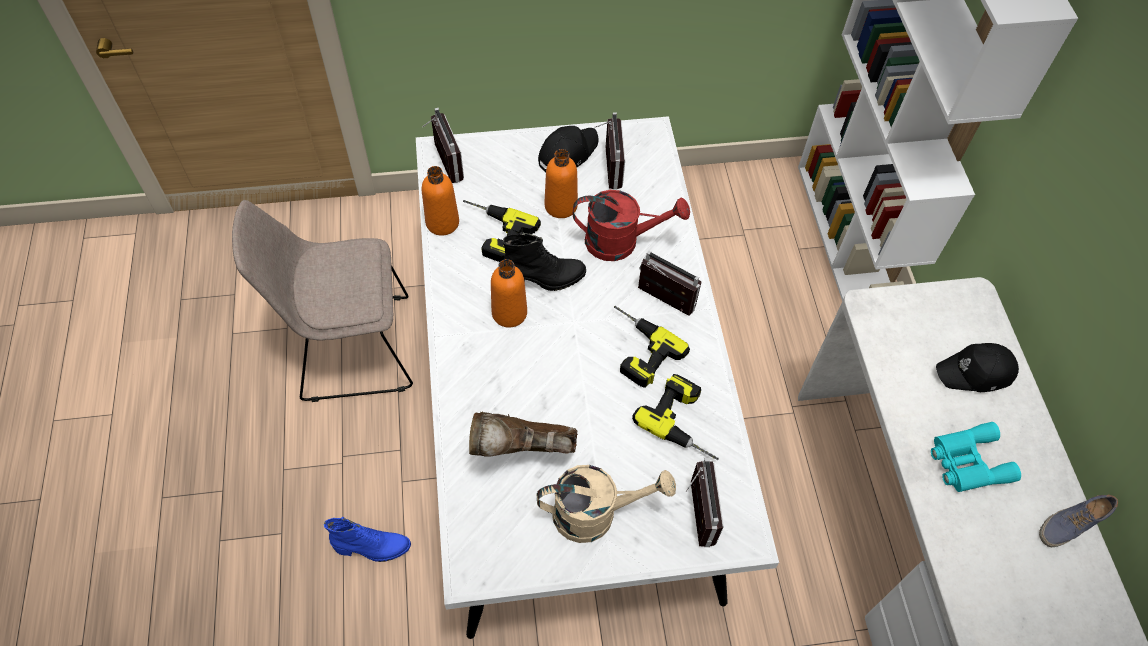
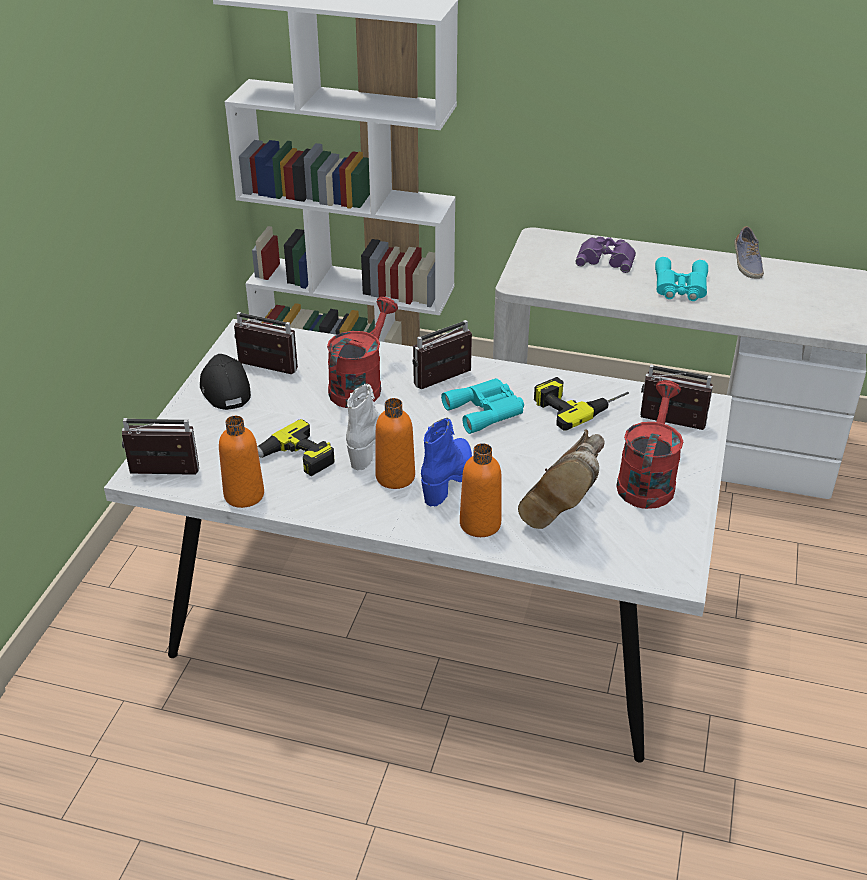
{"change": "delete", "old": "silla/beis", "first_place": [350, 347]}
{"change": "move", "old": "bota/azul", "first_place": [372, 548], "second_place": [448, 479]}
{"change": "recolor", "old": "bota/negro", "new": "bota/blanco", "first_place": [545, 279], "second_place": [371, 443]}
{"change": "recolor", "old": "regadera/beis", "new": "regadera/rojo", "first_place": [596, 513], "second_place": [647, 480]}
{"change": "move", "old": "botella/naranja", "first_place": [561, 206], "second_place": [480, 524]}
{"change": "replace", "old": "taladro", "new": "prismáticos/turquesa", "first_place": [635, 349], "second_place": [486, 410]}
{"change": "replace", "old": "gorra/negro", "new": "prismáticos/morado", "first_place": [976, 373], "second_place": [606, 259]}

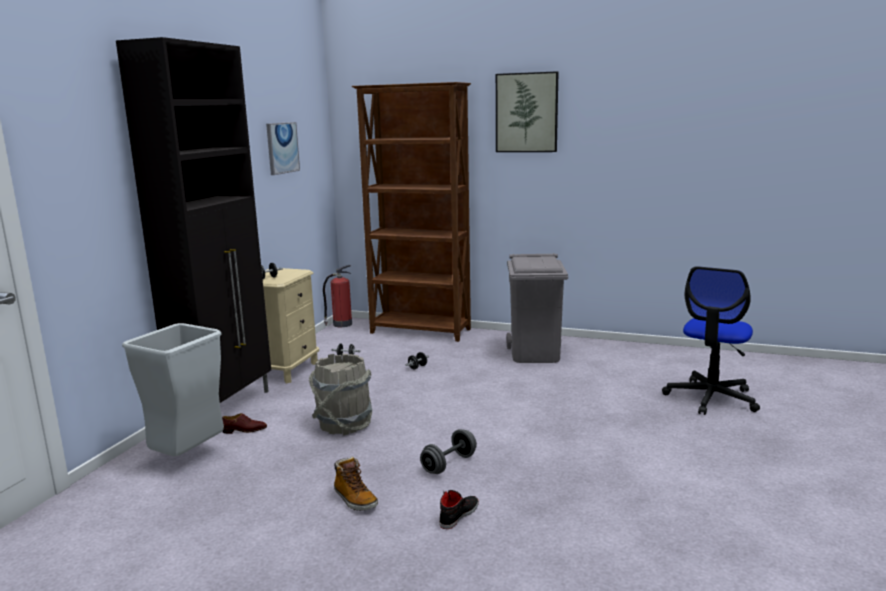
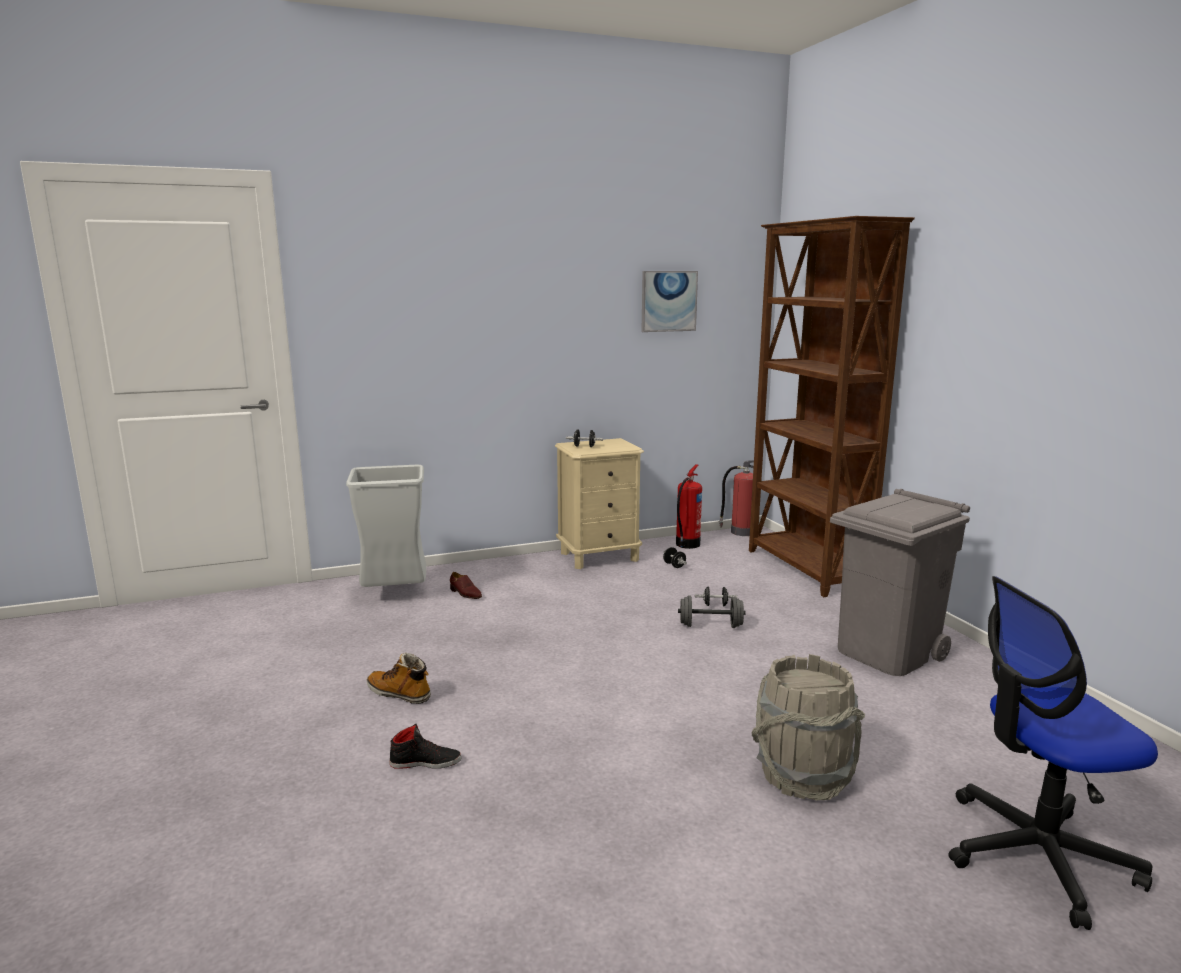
{"change": "delete", "old": "armario/negro", "first_place": [226, 407]}
{"change": "move", "old": "cubo/gris", "first_place": [344, 424], "second_place": [803, 775]}
{"change": "rotate", "old": "bota", "first_place": [355, 500], "second_place": [399, 694], "degrees": 105}
{"change": "move", "old": "mancuerna/gris", "first_place": [449, 464], "second_place": [710, 625]}
{"change": "delete", "old": "cuadro", "first_place": [526, 112]}
{"change": "insert", "new": "extintor", "second_place": [686, 545]}

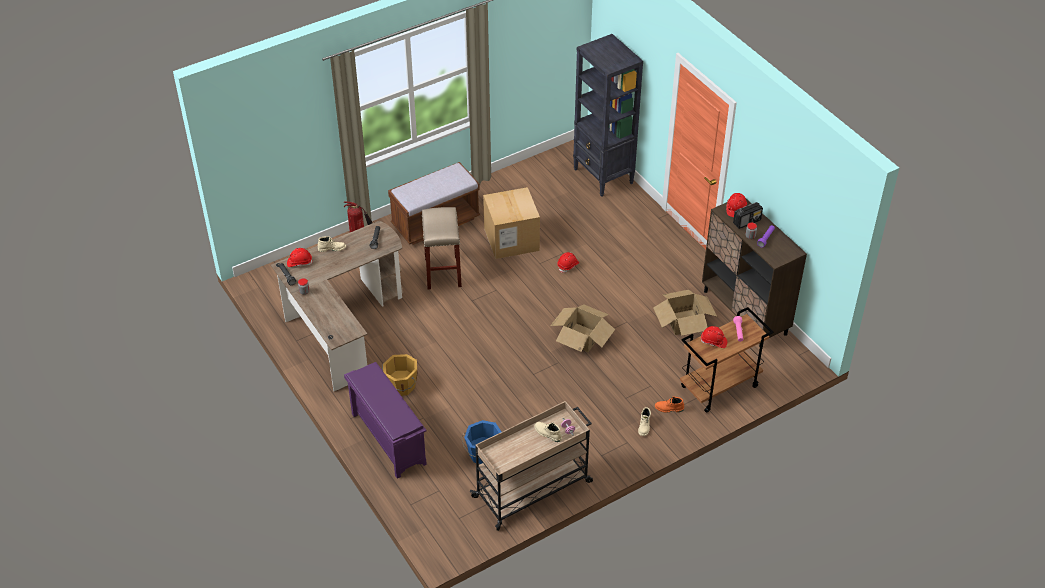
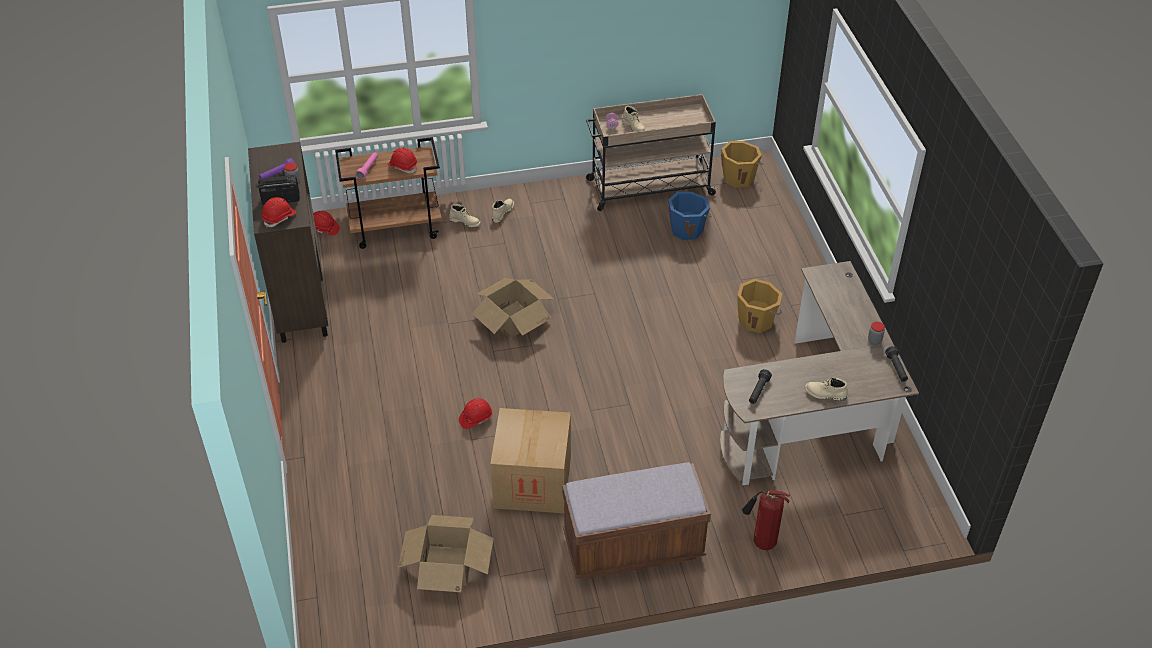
{"change": "move", "old": "casco/rojo", "first_place": [299, 262], "second_place": [324, 229]}
{"change": "delete", "old": "zapatero/morado", "first_place": [387, 438]}
{"change": "delete", "old": "taburete/beis", "first_place": [443, 273]}
{"change": "delete", "old": "estantería/negro", "first_place": [603, 176]}
{"change": "move", "old": "caja de cartón", "first_place": [683, 322], "second_place": [447, 566]}
{"change": "recolor", "old": "bota/naranja", "new": "bota/beis", "first_place": [669, 408], "second_place": [465, 221]}
{"change": "insert", "new": "cubo/naranja", "second_place": [739, 177]}

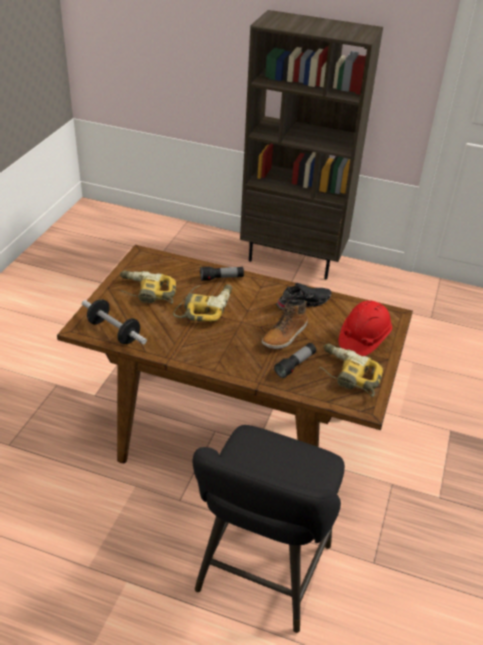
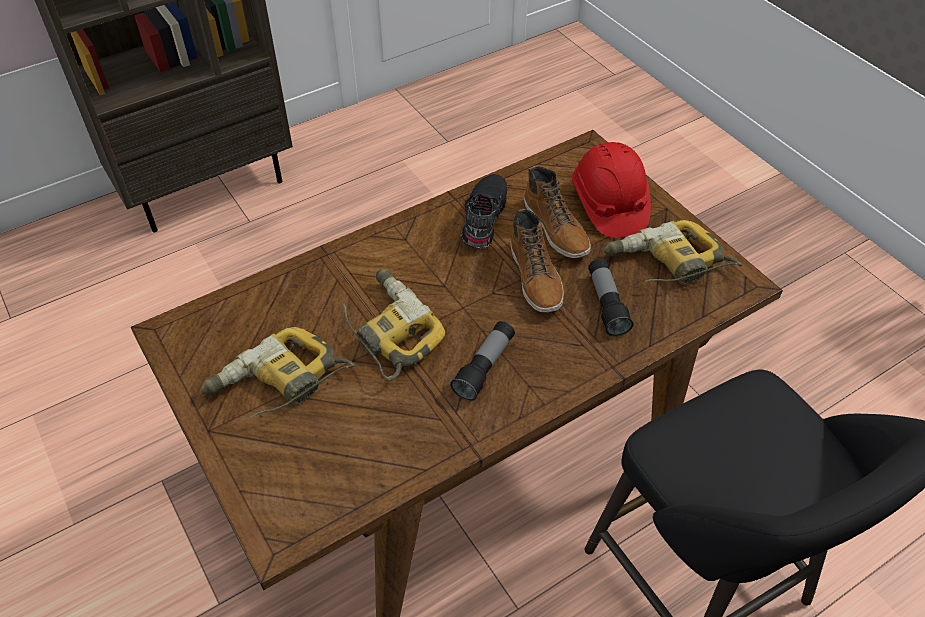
{"change": "delete", "old": "mancuerna", "first_place": [114, 332]}
{"change": "move", "old": "linterna", "first_place": [221, 278], "second_place": [484, 367]}
{"change": "insert", "new": "bota", "second_place": [556, 229]}

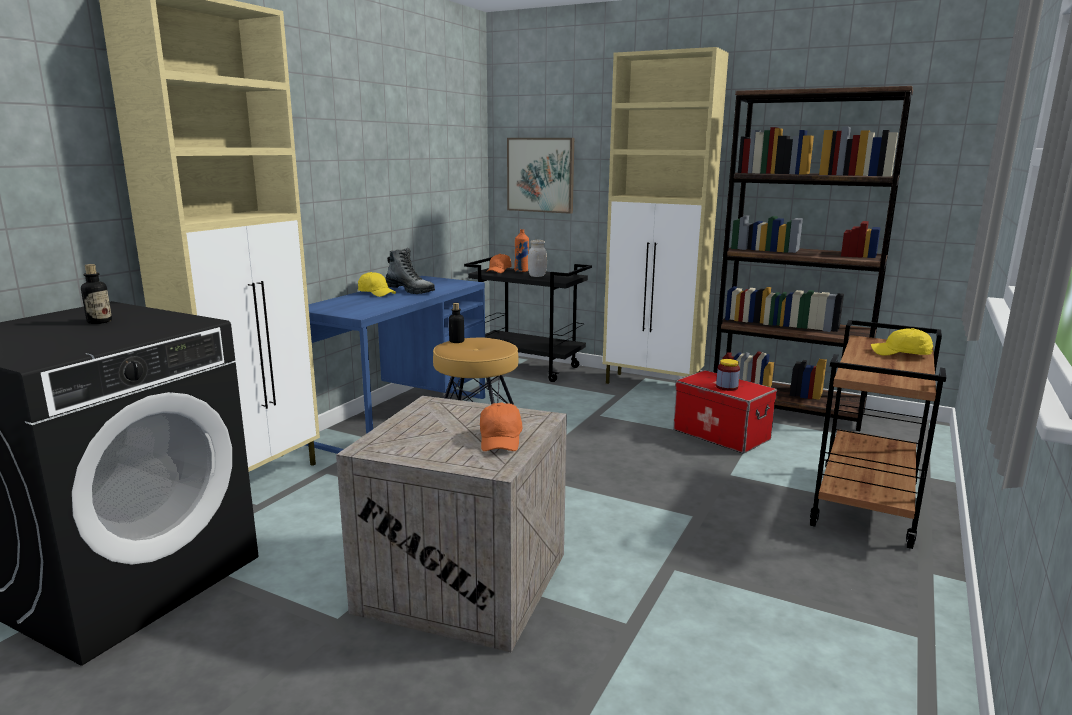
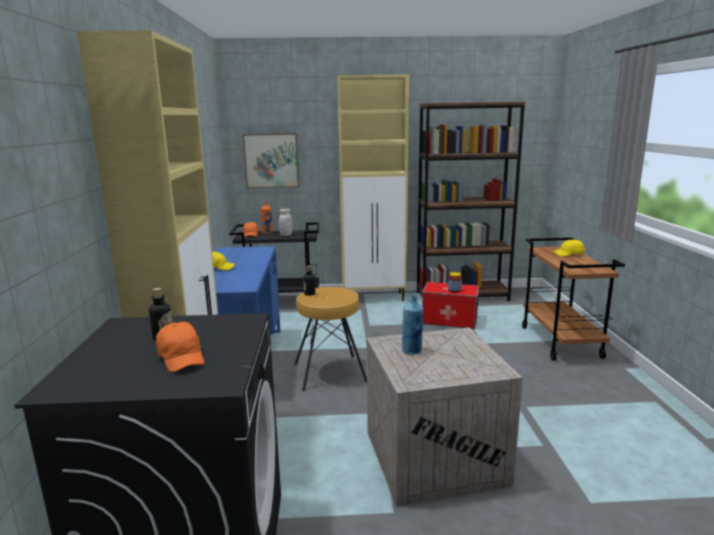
{"change": "delete", "old": "bota", "first_place": [410, 291]}
{"change": "move", "old": "gorra/naranja", "first_place": [501, 440], "second_place": [182, 357]}
{"change": "insert", "new": "botella/azul", "second_place": [412, 351]}

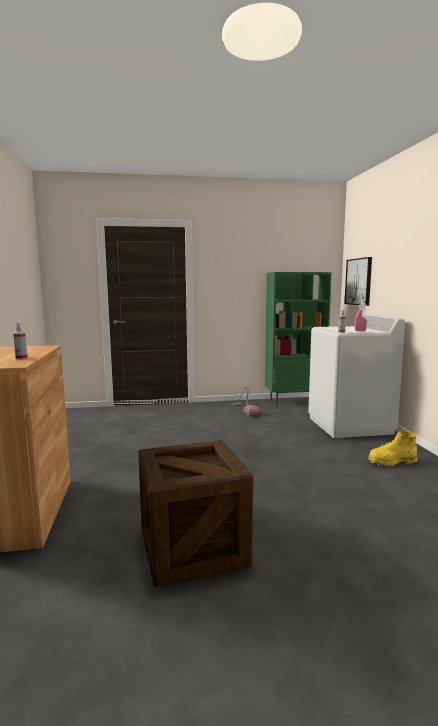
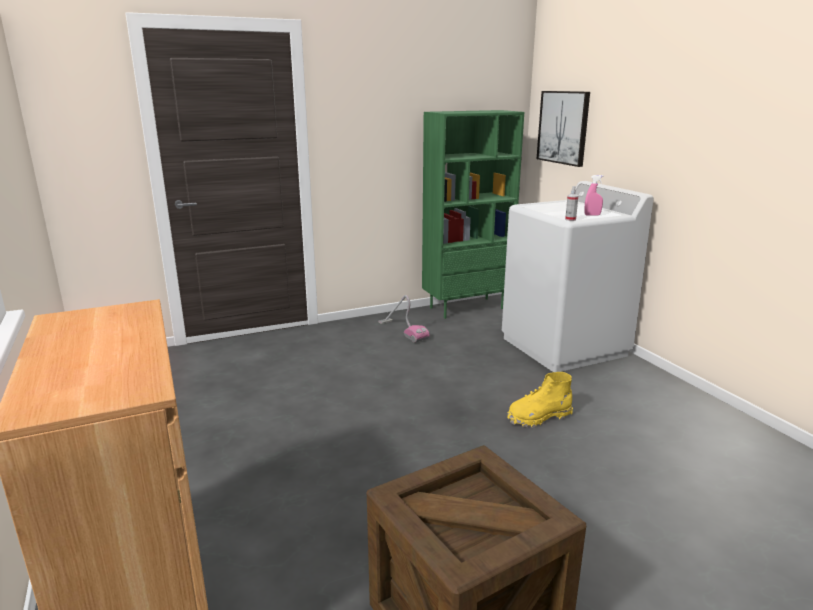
{"change": "delete", "old": "pulverizador", "first_place": [21, 358]}
{"change": "move", "old": "bota/amarillo", "first_place": [392, 462], "second_place": [538, 417]}

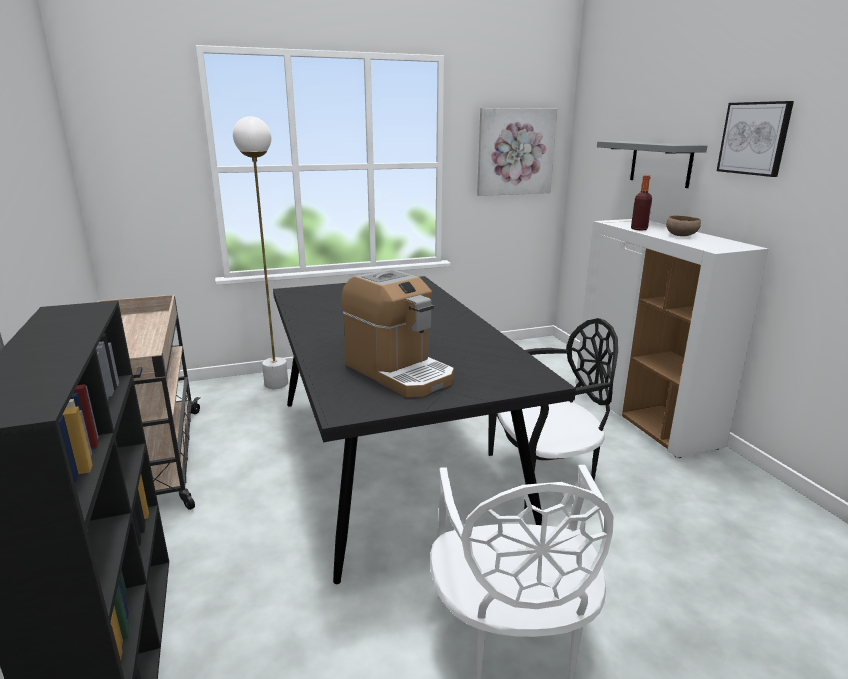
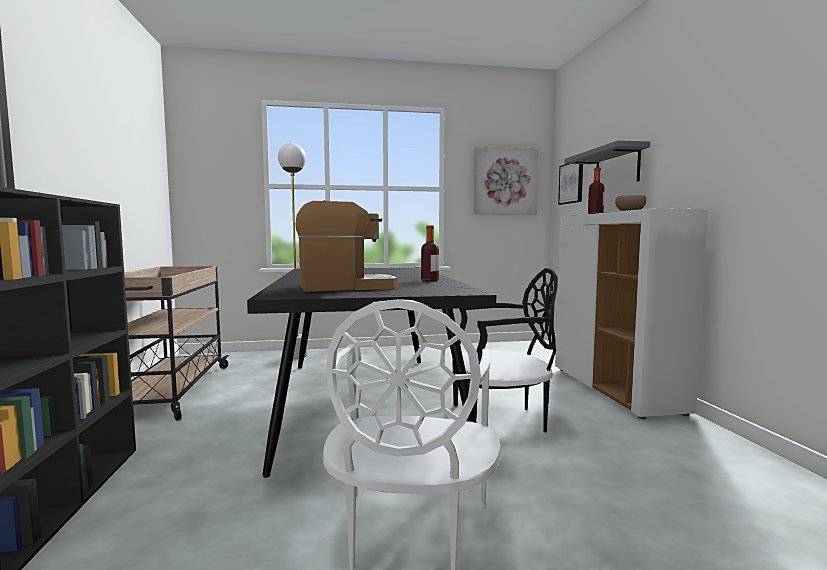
{"change": "rotate", "old": "cafetera", "first_place": [399, 372], "second_place": [346, 287], "degrees": -75}
{"change": "move", "old": "cuadro", "first_place": [754, 138], "second_place": [571, 183]}
{"change": "insert", "new": "botella", "second_place": [429, 280]}

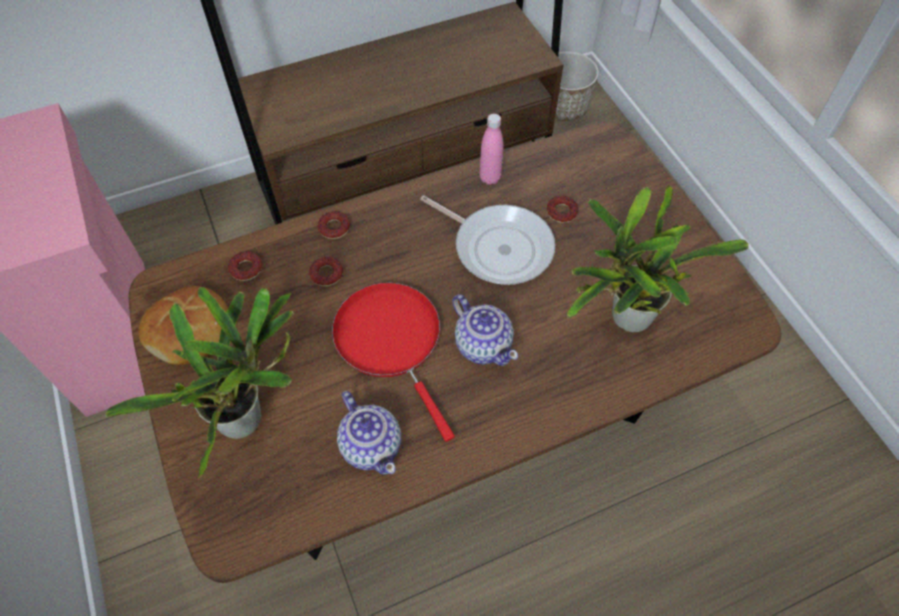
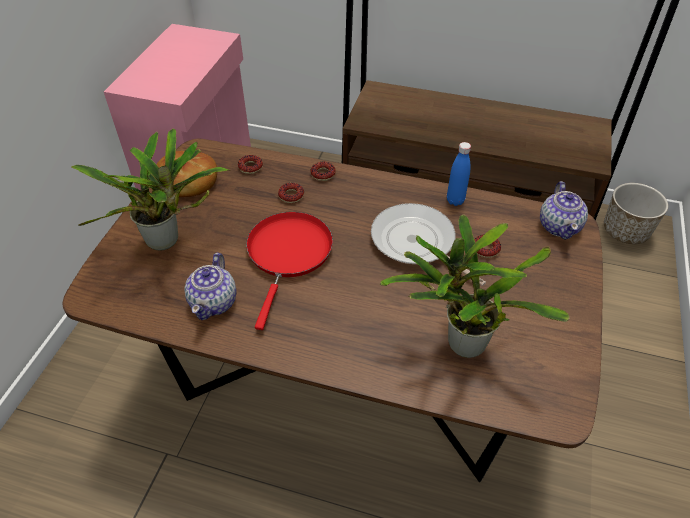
{"change": "rotate", "old": "sartén", "first_place": [498, 247], "second_place": [416, 243], "degrees": 150}
{"change": "move", "old": "tetera", "first_place": [483, 344], "second_place": [559, 226]}
{"change": "recolor", "old": "botella/rosa", "new": "botella/azul", "first_place": [490, 178], "second_place": [455, 200]}

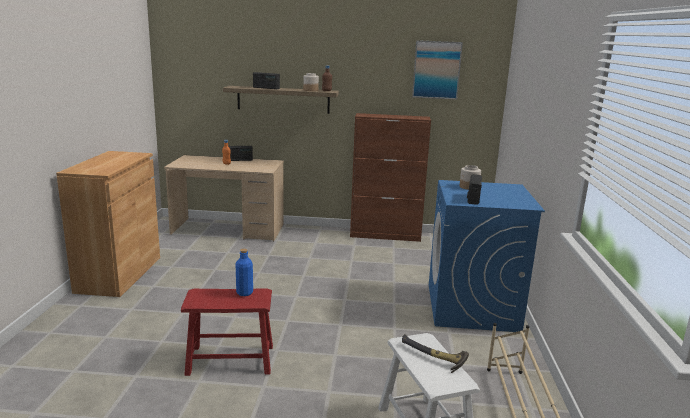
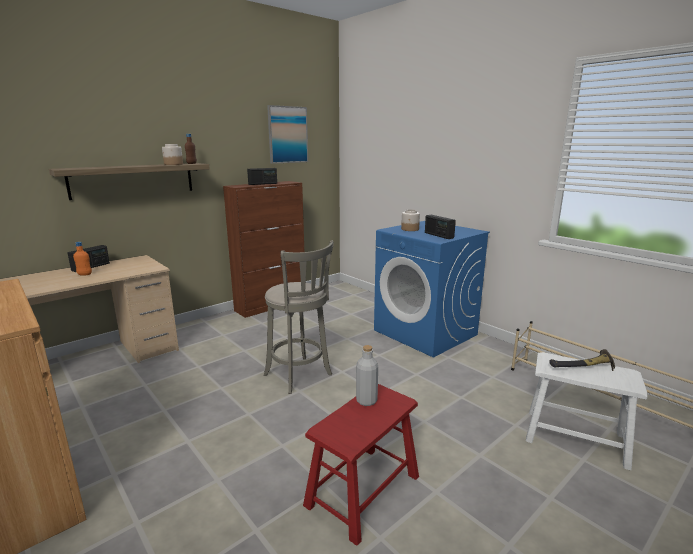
{"change": "recolor", "old": "botella/azul", "new": "botella/gris", "first_place": [244, 293], "second_place": [366, 400]}
{"change": "move", "old": "radio", "first_place": [266, 88], "second_place": [263, 184]}
{"change": "insert", "new": "taburete/gris", "second_place": [300, 376]}

